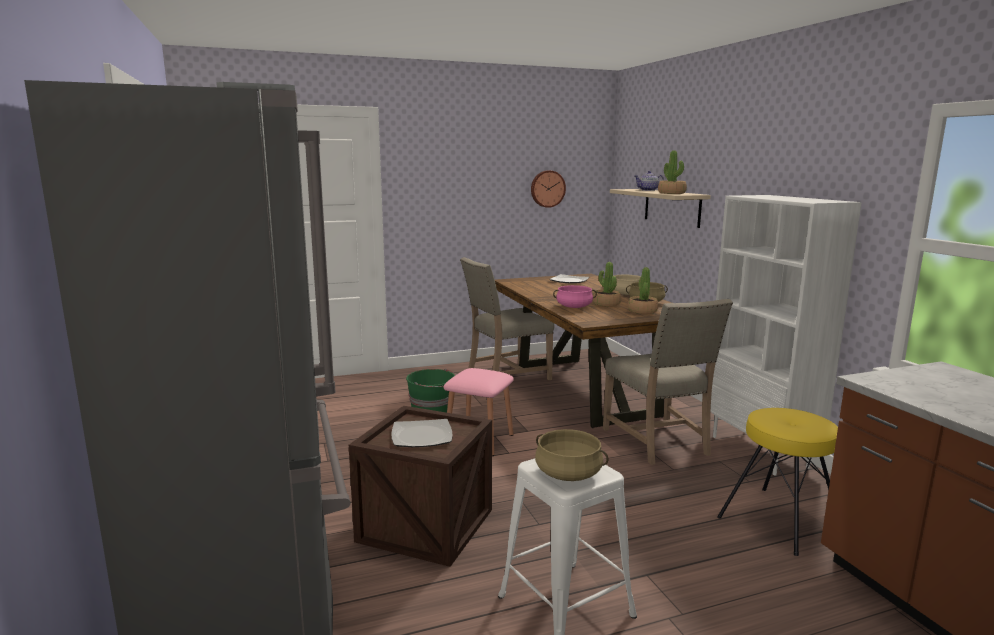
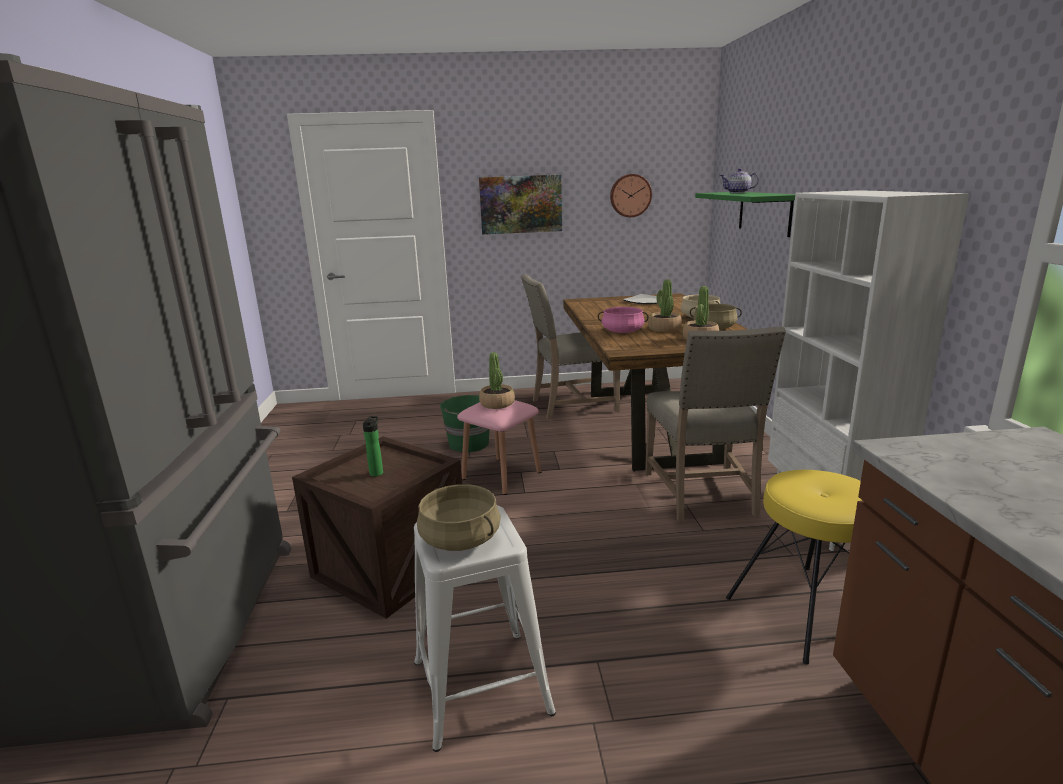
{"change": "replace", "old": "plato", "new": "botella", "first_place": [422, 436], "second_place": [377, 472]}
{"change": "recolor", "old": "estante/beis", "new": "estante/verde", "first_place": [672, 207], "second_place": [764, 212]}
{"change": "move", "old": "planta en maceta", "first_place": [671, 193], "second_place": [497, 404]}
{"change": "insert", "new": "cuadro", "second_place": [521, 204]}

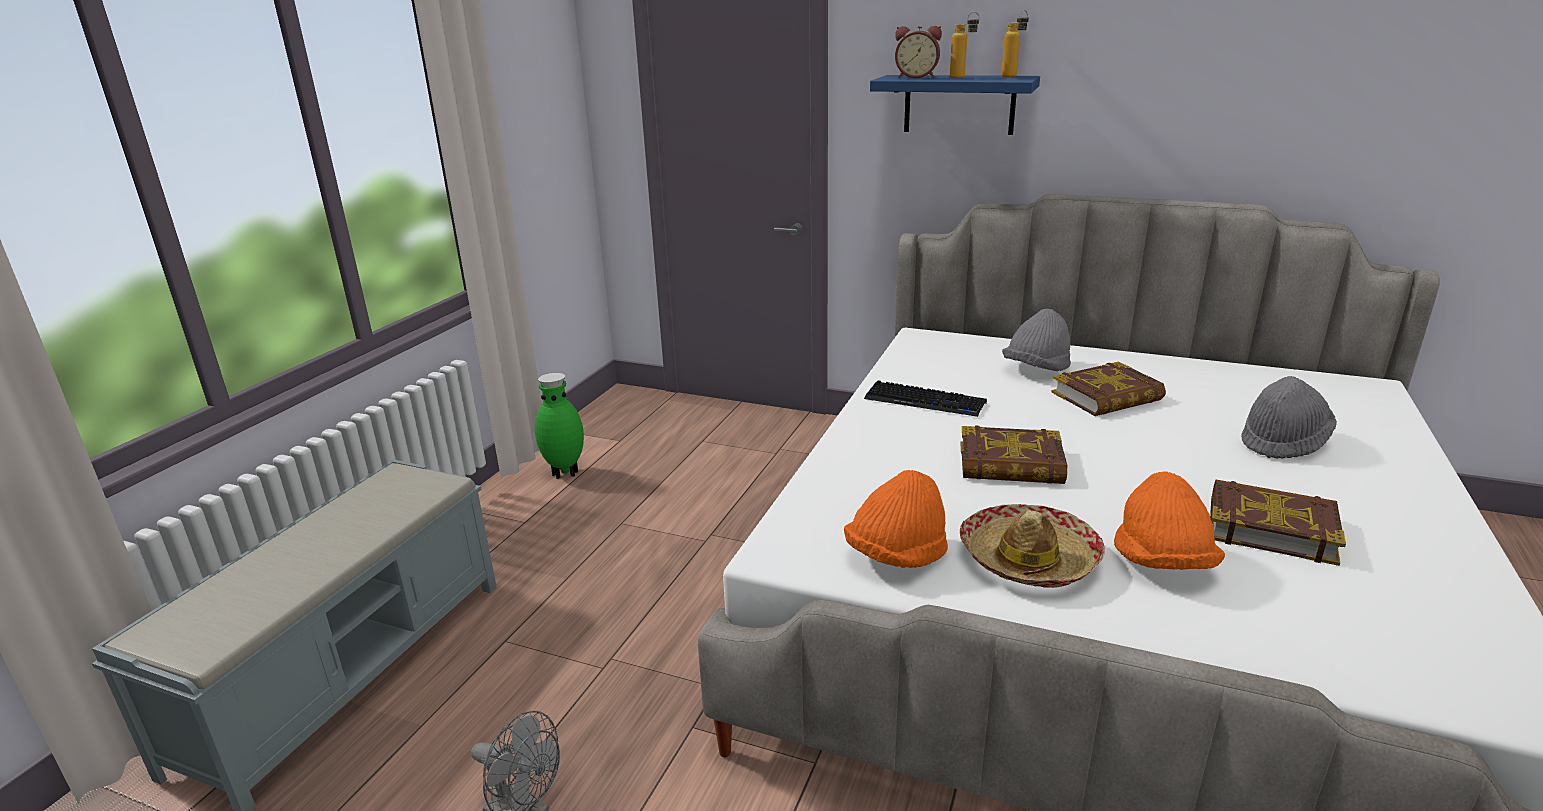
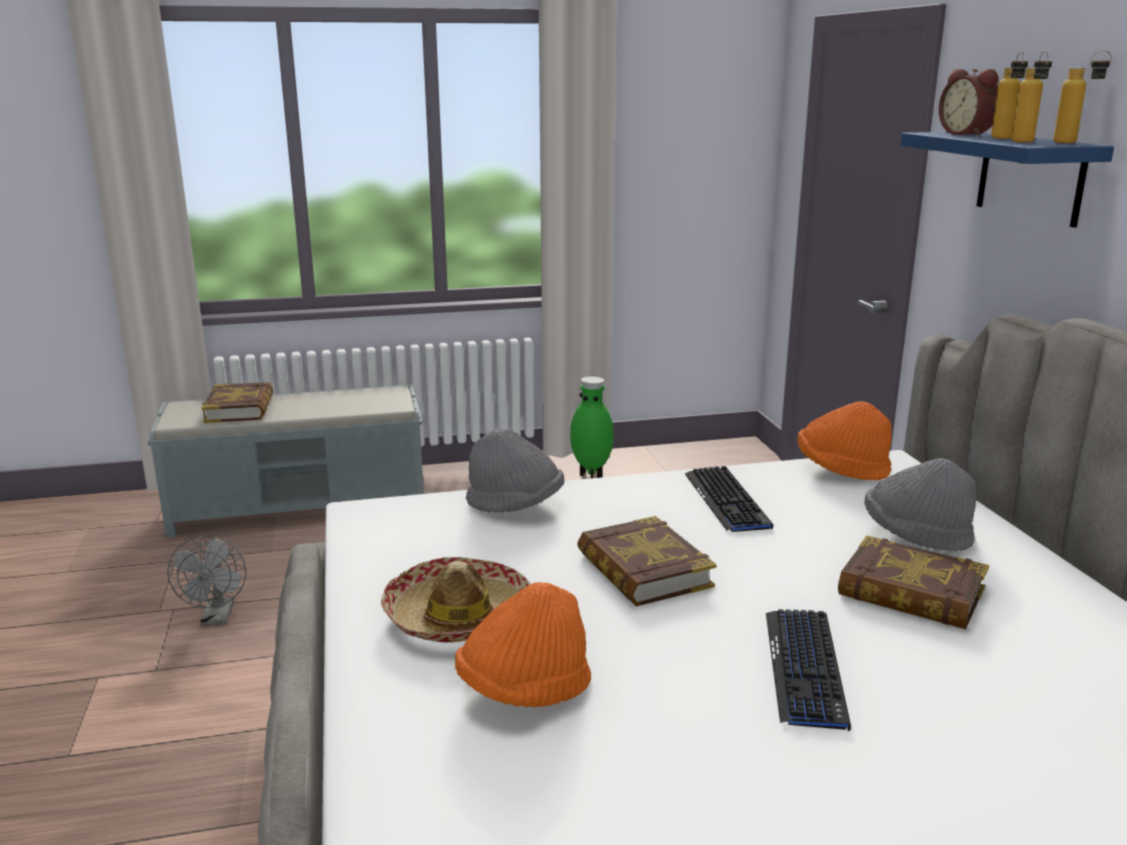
{"change": "move", "old": "sombrero/naranja", "first_place": [896, 556], "second_place": [841, 470]}
{"change": "move", "old": "libro", "first_place": [1270, 528], "second_place": [240, 409]}
{"change": "move", "old": "sombrero/gris", "first_place": [1283, 442], "second_place": [515, 506]}
{"change": "insert", "new": "teclado", "second_place": [805, 668]}
{"change": "insert", "new": "botella", "second_place": [1026, 142]}

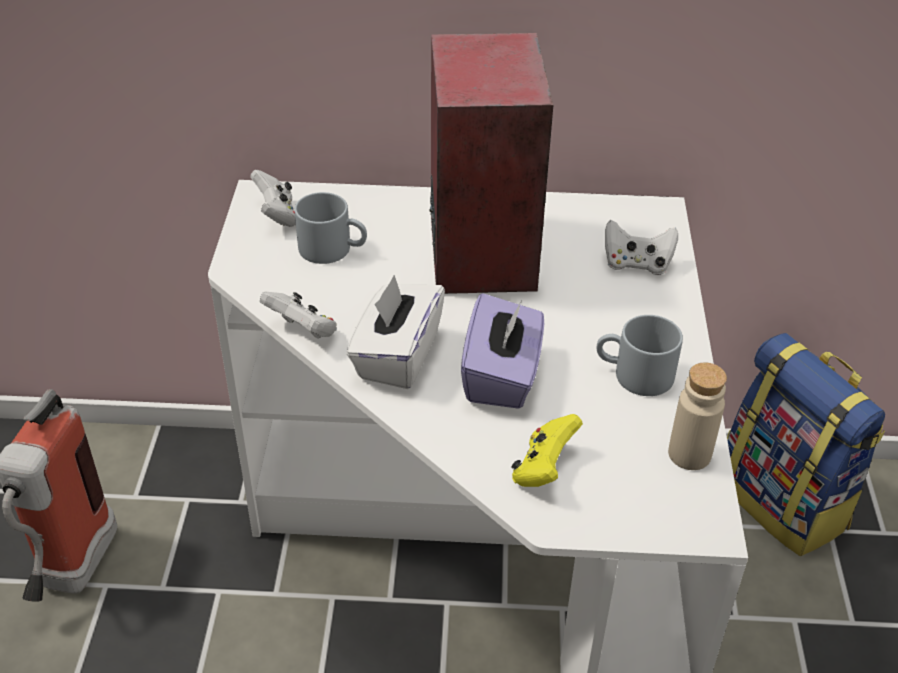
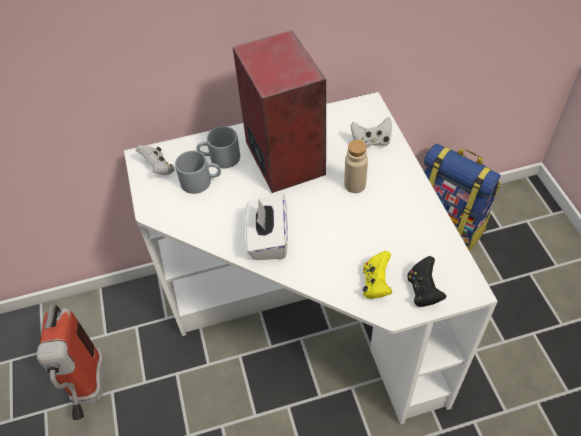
{"change": "delete", "old": "mando de consola/blanco", "first_place": [303, 331]}
{"change": "delete", "old": "caja de pañuelos/morado", "first_place": [502, 376]}
{"change": "move", "old": "taza grande/gris", "first_place": [633, 375], "second_place": [220, 158]}
{"change": "move", "old": "botella/beis", "first_place": [689, 454], "second_place": [355, 185]}
{"change": "insert", "new": "mando de consola/negro", "second_place": [423, 290]}

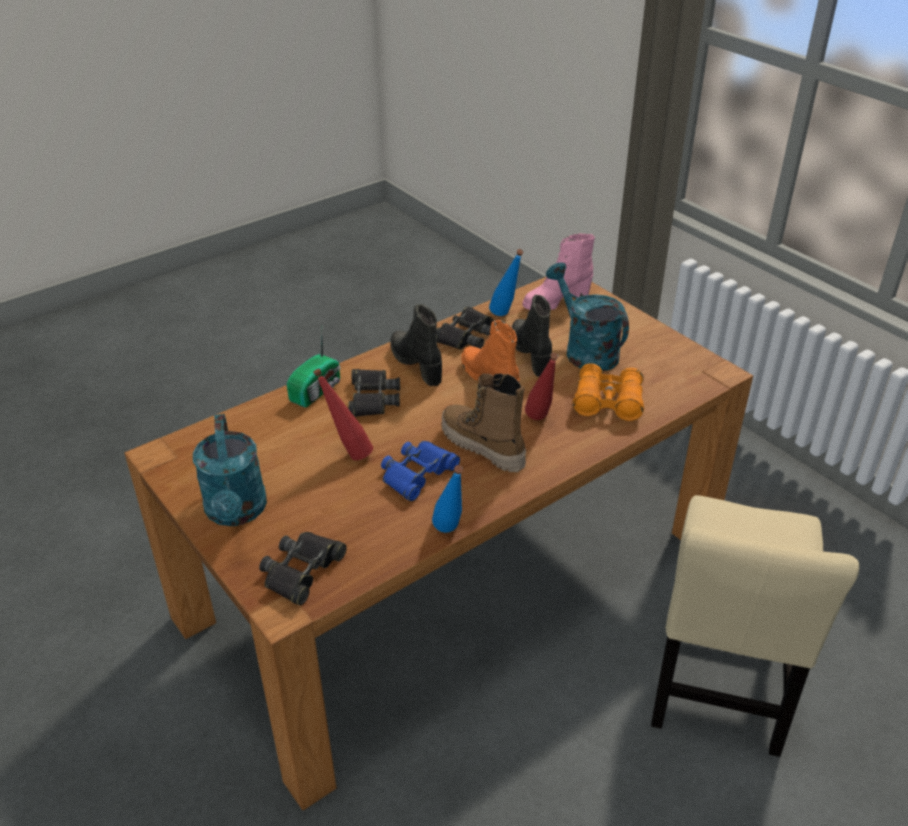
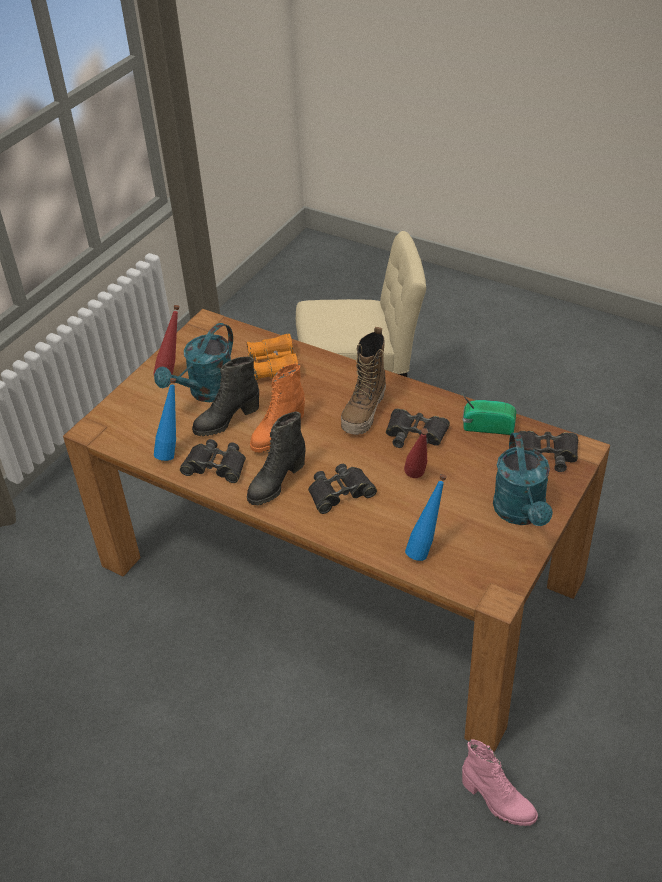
{"change": "rotate", "old": "regadera/turquesa", "first_place": [236, 512], "second_place": [521, 513], "degrees": 120}
{"change": "move", "old": "radio", "first_place": [317, 390], "second_place": [487, 426]}
{"change": "recolor", "old": "prismáticos/azul", "new": "prismáticos/negro", "first_place": [417, 474], "second_place": [415, 435]}
{"change": "move", "old": "botella/azul", "first_place": [450, 534], "second_place": [425, 549]}
{"change": "move", "old": "bota/rosa", "first_place": [556, 301], "second_place": [497, 801]}
{"change": "move", "old": "botella/rojo", "first_place": [540, 422], "second_place": [172, 373]}

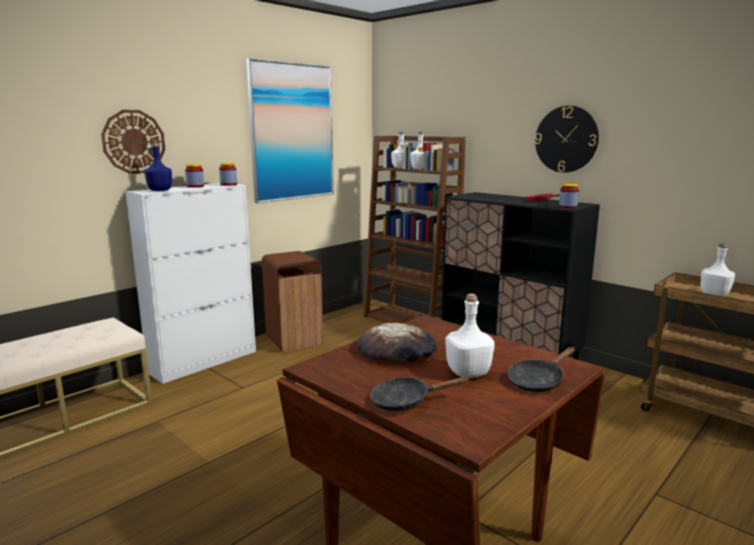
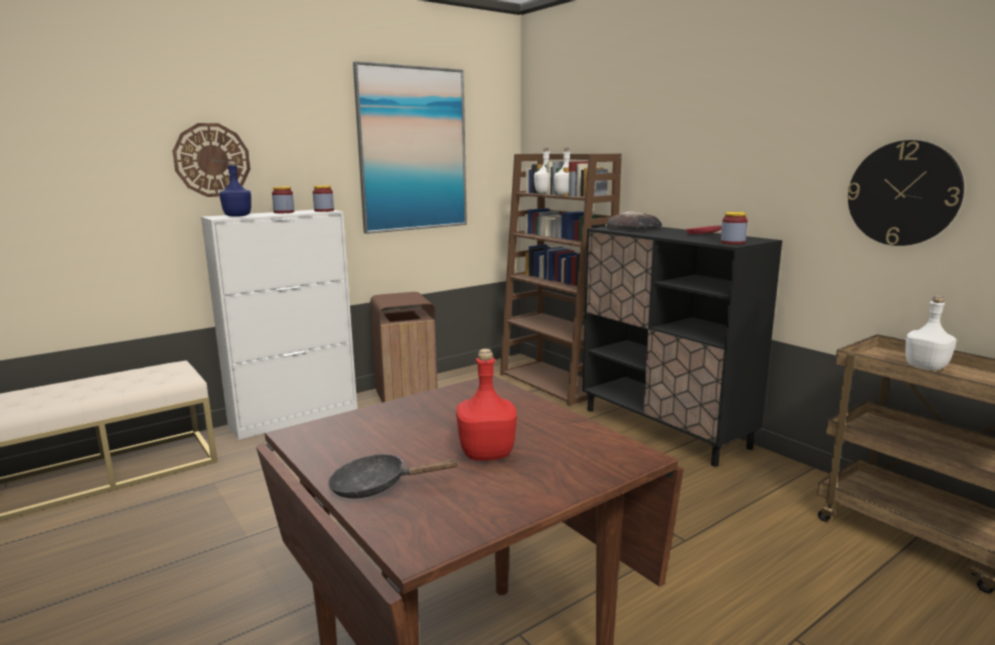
{"change": "move", "old": "pan", "first_place": [397, 350], "second_place": [634, 228]}
{"change": "recolor", "old": "botella/blanco", "new": "botella/rojo", "first_place": [468, 372], "second_place": [488, 453]}
{"change": "delete", "old": "sartén/negro", "first_place": [538, 381]}
{"change": "move", "old": "reloj de pared", "first_place": [566, 139], "second_place": [903, 193]}

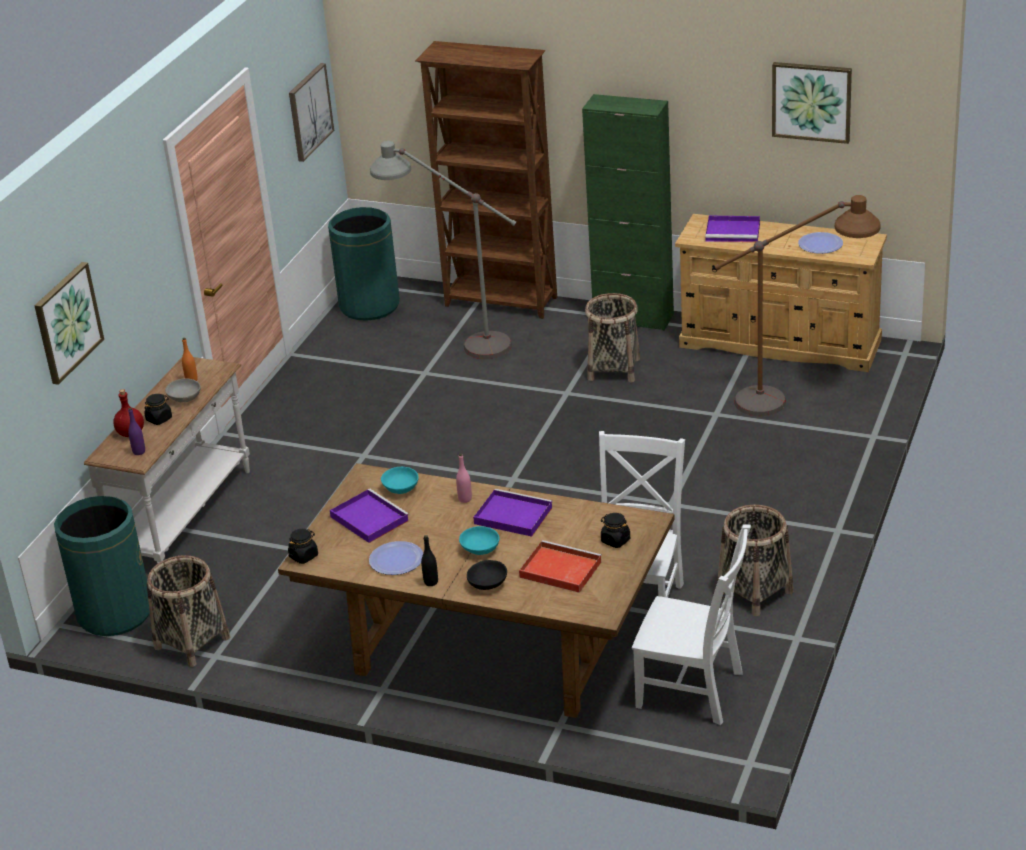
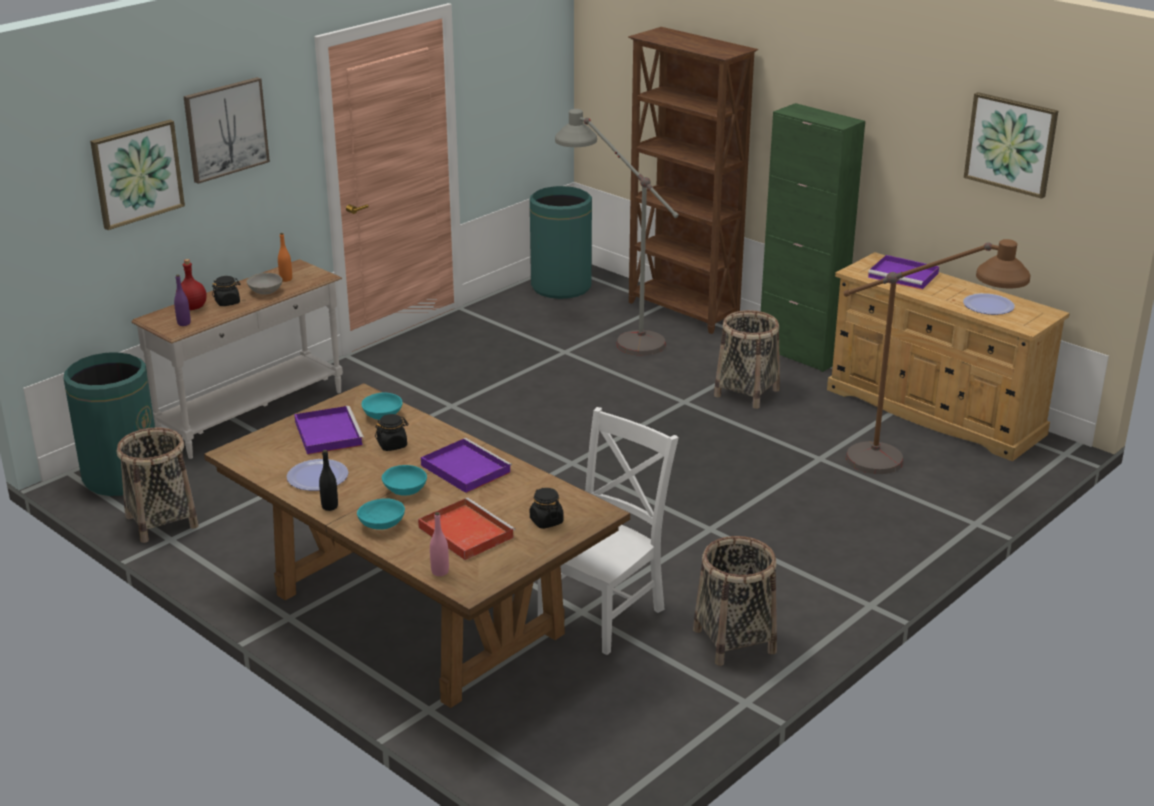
{"change": "move", "old": "tarro/negro", "first_place": [304, 556], "second_place": [392, 445]}
{"change": "move", "old": "cuadro", "first_place": [309, 111], "second_place": [225, 129]}
{"change": "move", "old": "botella/rosa", "first_place": [465, 499], "second_place": [440, 572]}
{"change": "recolor", "old": "cuenco/negro", "new": "cuenco/turquesa", "first_place": [488, 584], "second_place": [382, 525]}
{"change": "delete", "old": "silla/blanco", "first_place": [694, 691]}

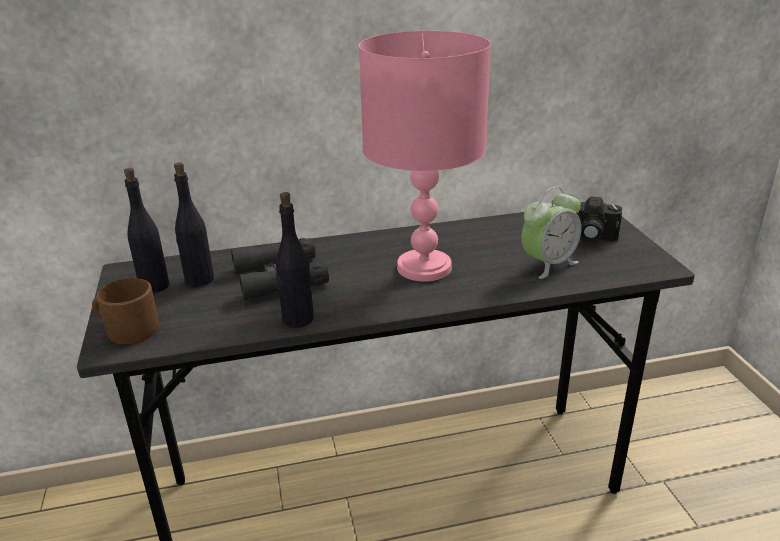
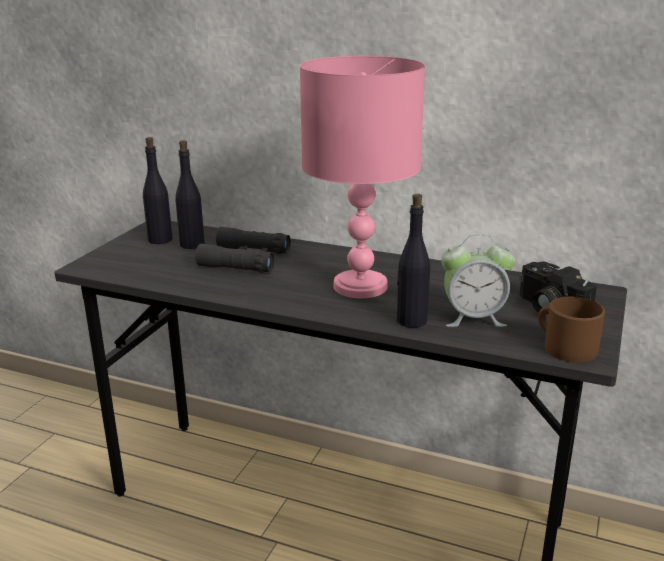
{"change": "move", "old": "taza grande/marrón", "first_place": [127, 329], "second_place": [564, 346]}
{"change": "move", "old": "botella/negro", "first_place": [297, 319], "second_place": [411, 320]}

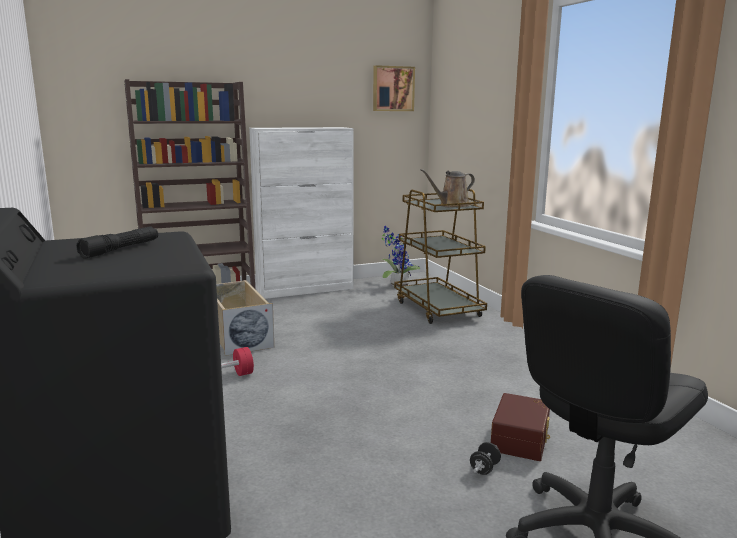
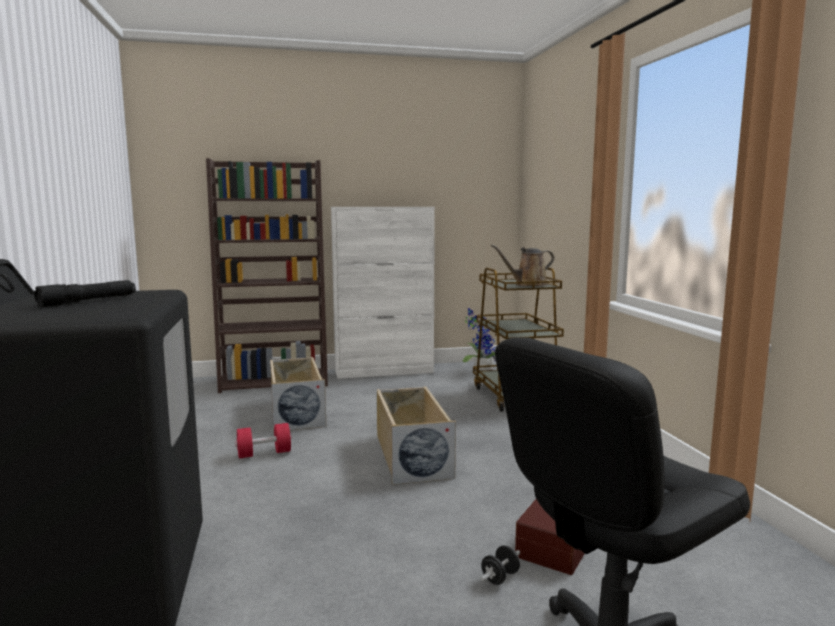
{"change": "delete", "old": "cuadro", "first_place": [393, 88]}
{"change": "insert", "new": "caja de almacenaje/beis", "second_place": [411, 455]}

